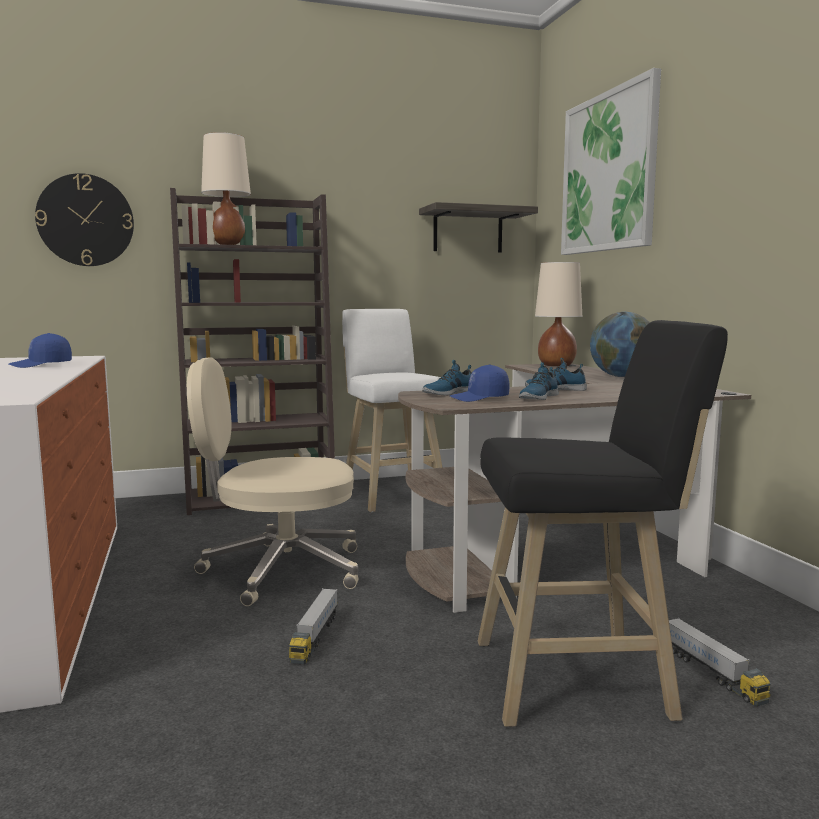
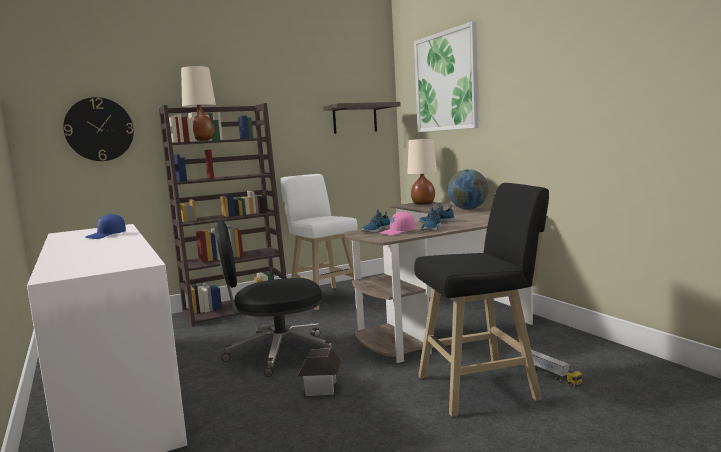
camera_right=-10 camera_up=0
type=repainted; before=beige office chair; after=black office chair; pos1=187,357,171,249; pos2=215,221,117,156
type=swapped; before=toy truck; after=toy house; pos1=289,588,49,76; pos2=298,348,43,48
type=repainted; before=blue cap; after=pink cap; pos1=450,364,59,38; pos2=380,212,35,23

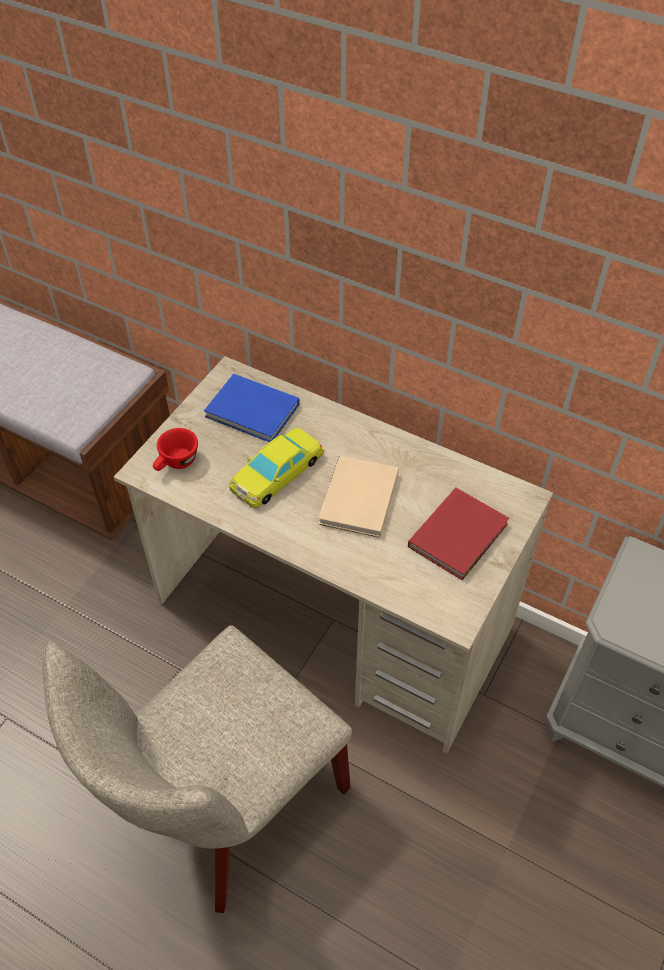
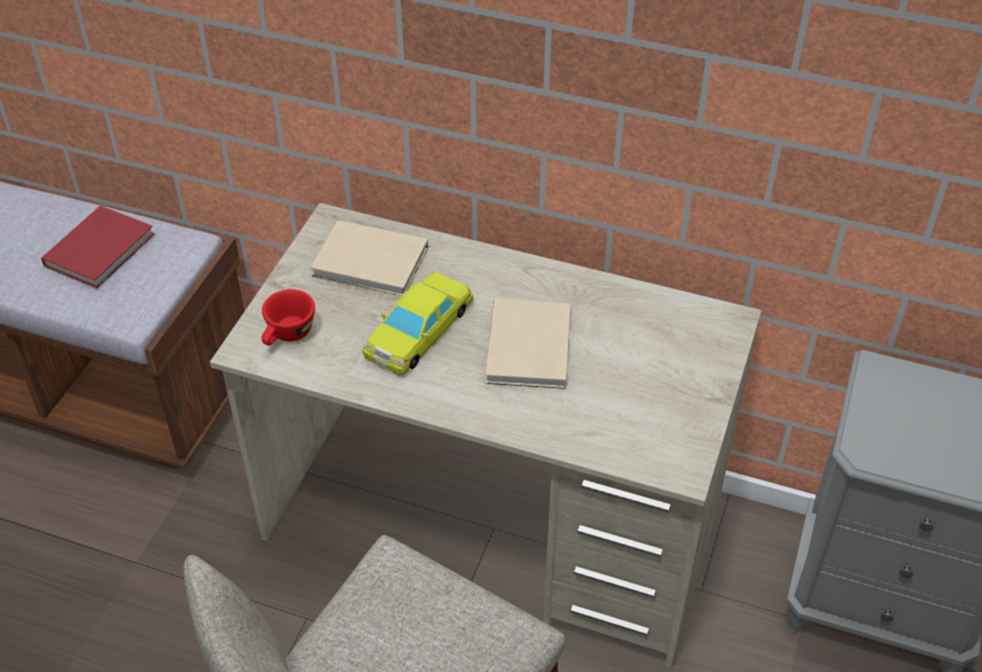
camera_right=-10 camera_up=-5
type=shifted; before=red book; pos1=408,487,101,93; pos2=41,206,114,82
type=repainted; before=blue book; after=beige book; pos1=204,374,96,68; pos2=310,221,118,75

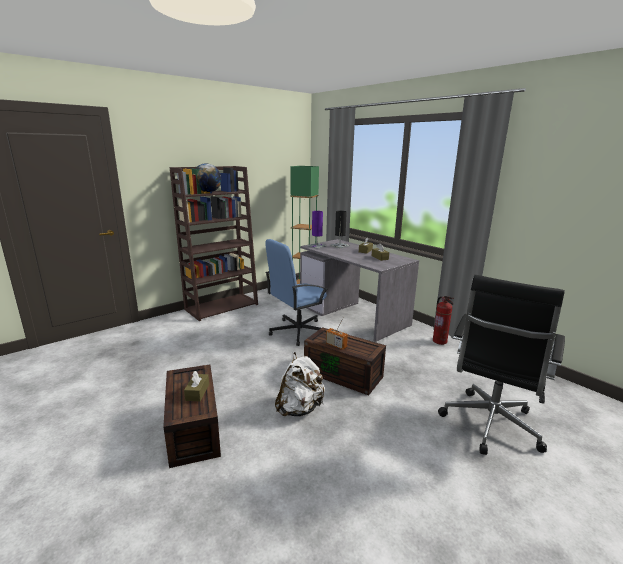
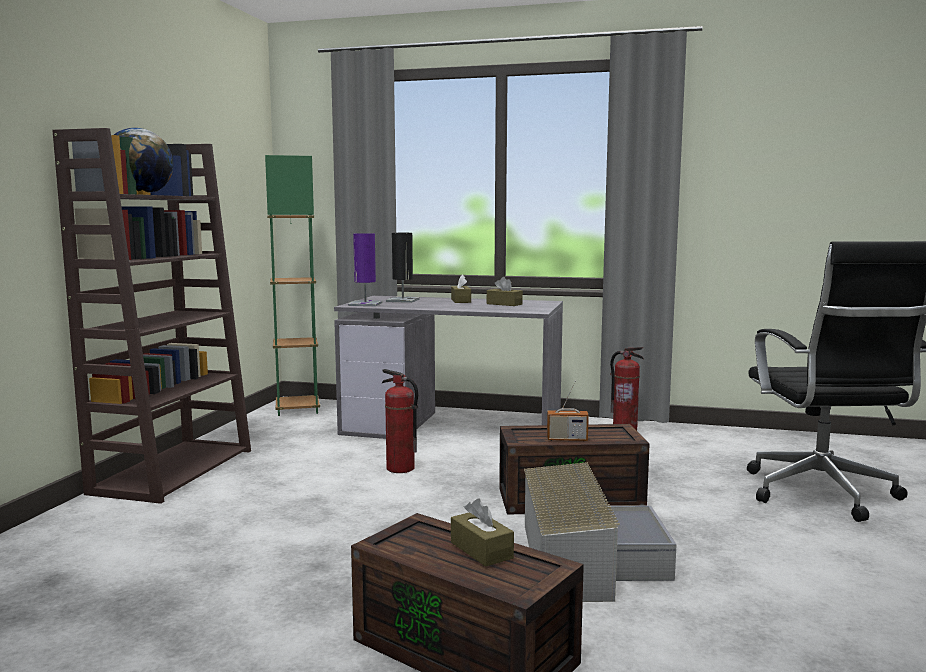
camera_right=-35 camera_up=-10
type=swapped; before=blue office chair; after=fire extinguisher; pos1=265,239,63,107; pos2=382,369,36,104
type=swapped; before=white backpack; after=grey storage box; pos1=275,352,50,64; pos2=524,462,153,140

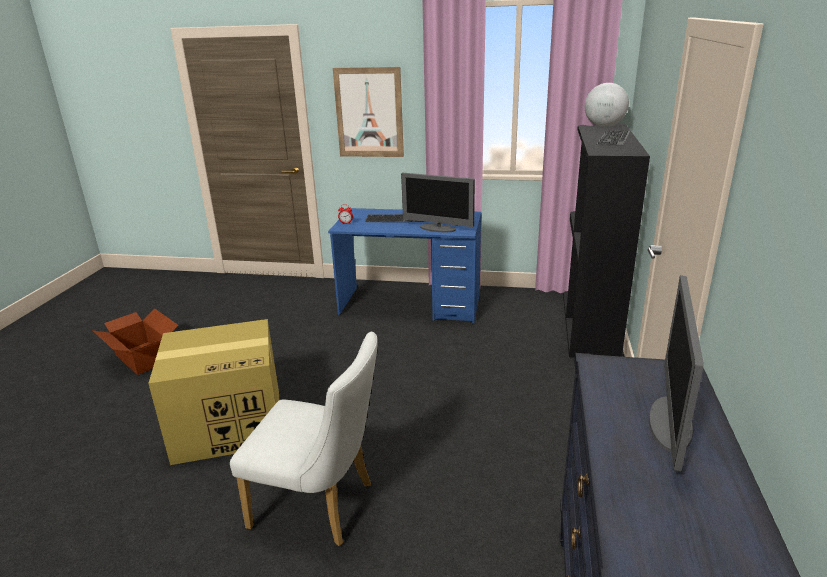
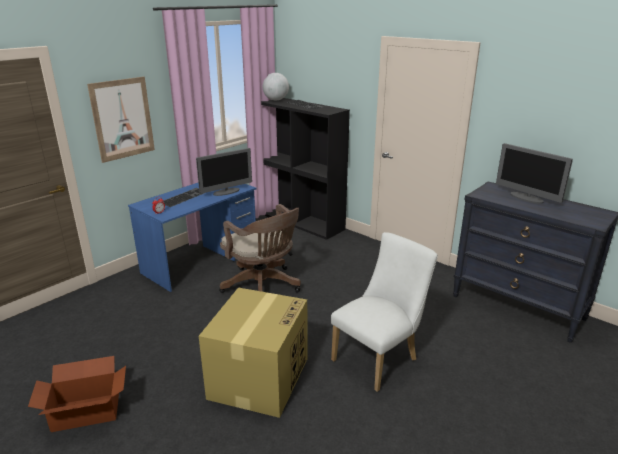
camera_right=-60 camera_up=0
type=new; after=brown office chair; pos2=219,204,82,89

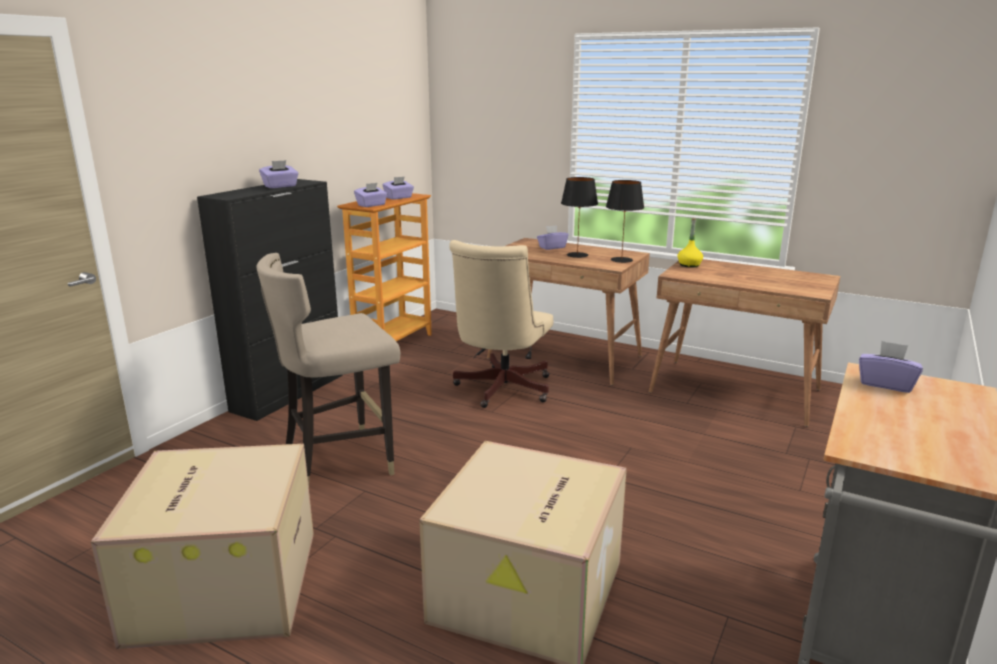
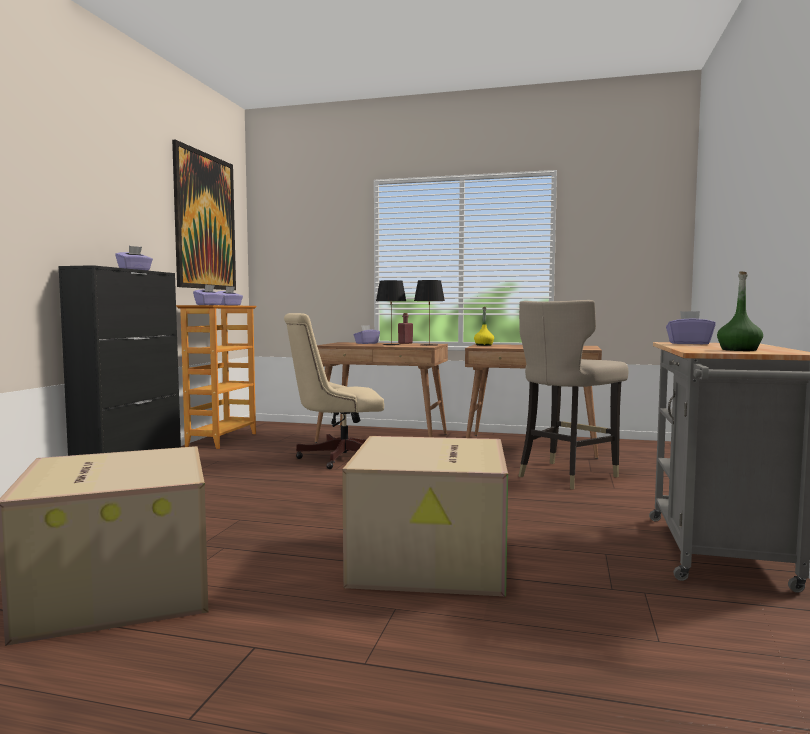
camera_right=-15 camera_up=-15
type=new; after=picture; pos2=172,140,64,150
type=rotated; before=beige office chair; pos1=449,240,104,168; pos2=284,313,100,156; turn=75
type=new; after=red bottle; pos2=398,313,15,31
type=shifted; before=beige stool; pos1=256,253,144,233; pos2=519,300,110,189
type=new; after=green bottle; pos2=717,271,46,80

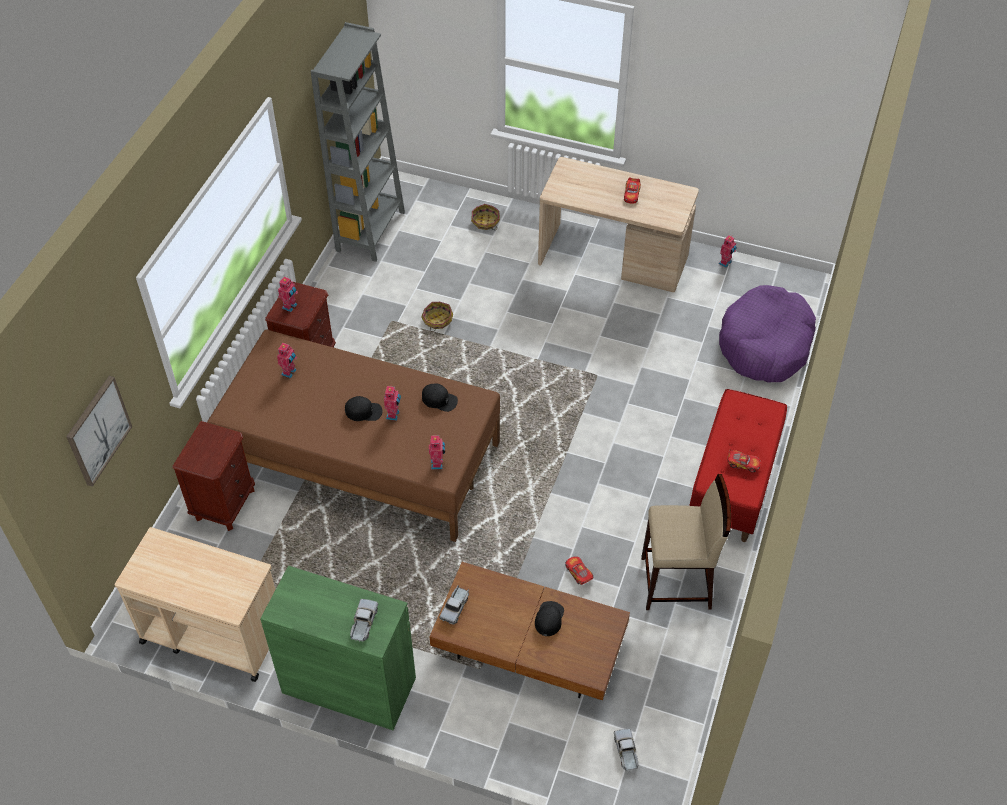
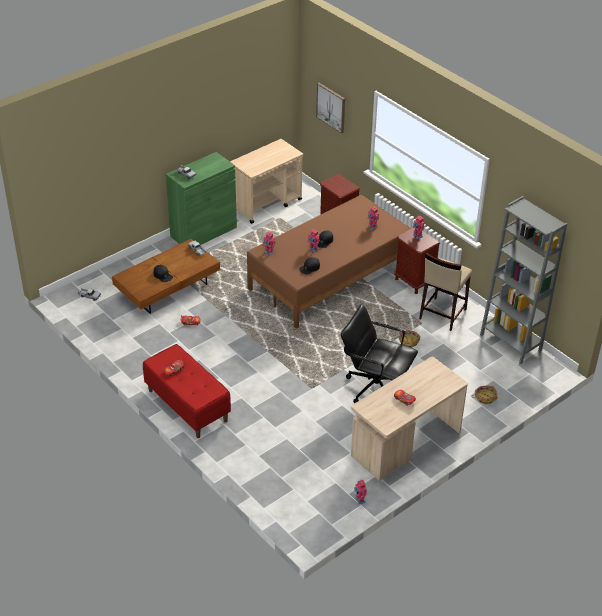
camera_right=120 camera_up=-10
type=new; after=black office chair; pos2=341,304,77,100
type=shifted; before=beige stool; pos1=641,474,90,136; pos2=419,253,53,78
type=gone; before=purple dog bed; pos1=719,285,97,97

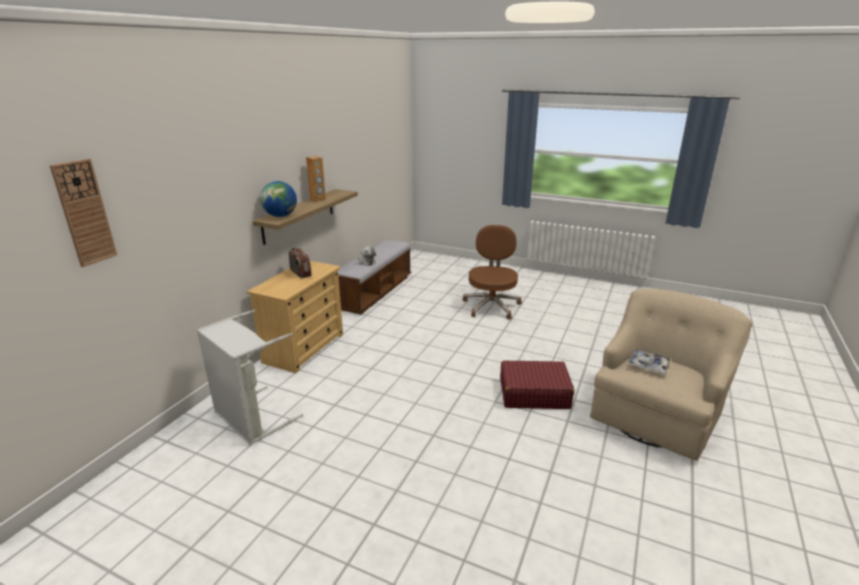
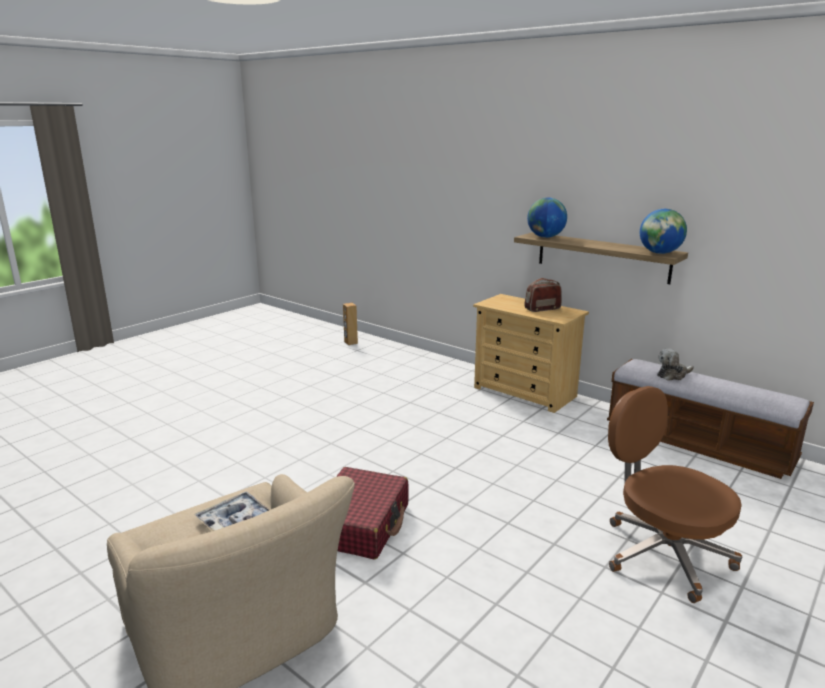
camera_right=105 camera_up=-5
type=shifted; before=brown speaker; pos1=306,156,20,46; pos2=343,303,15,42
type=rotated; before=brown office chair; pos1=463,225,59,94; pos2=608,386,134,217; turn=-150
type=new; after=globe; pos2=640,209,47,45
type=gone; before=wall clock; pos1=50,158,67,109
type=gone; before=grey laundry basket; pos1=197,310,106,135

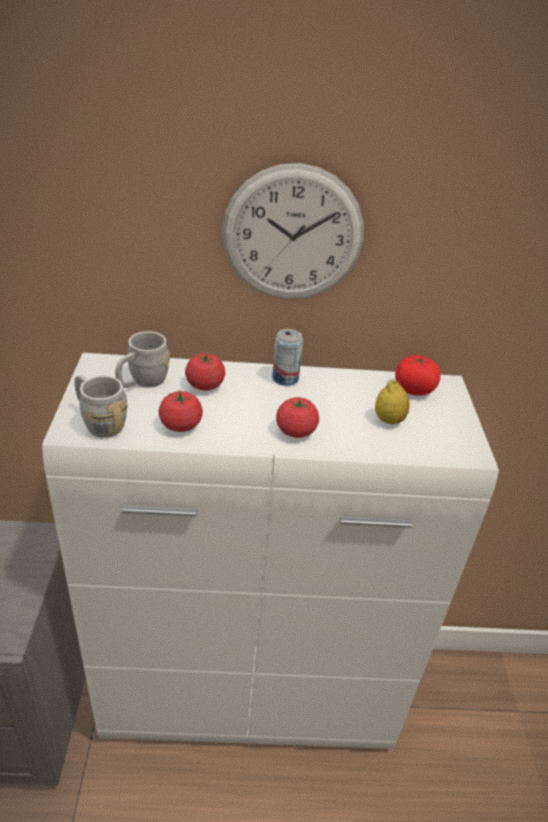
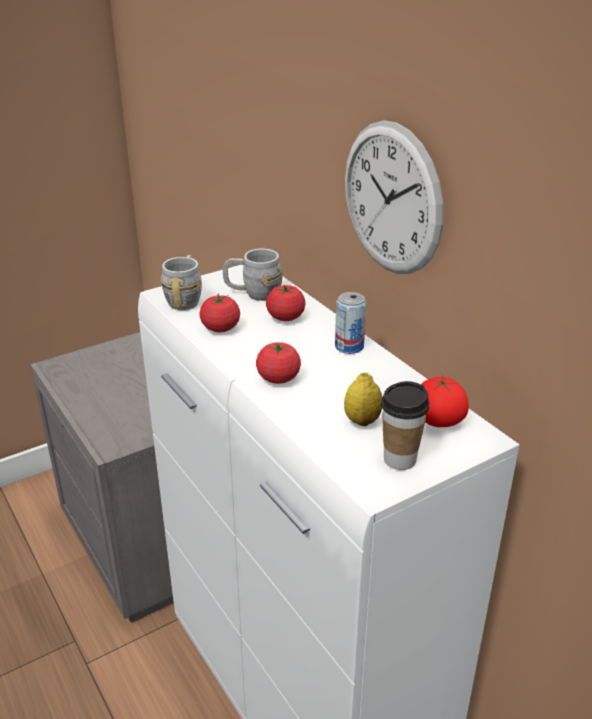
camera_right=60 camera_up=-5
type=new; after=cup; pos2=381,381,48,89

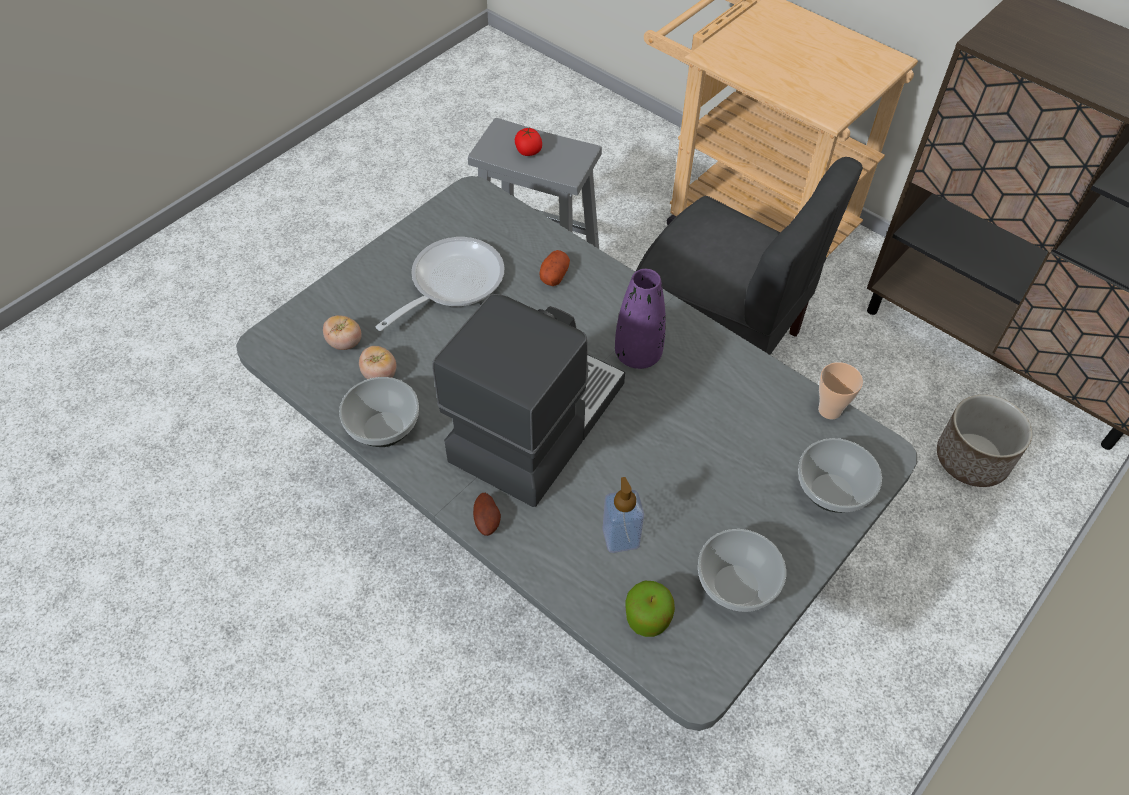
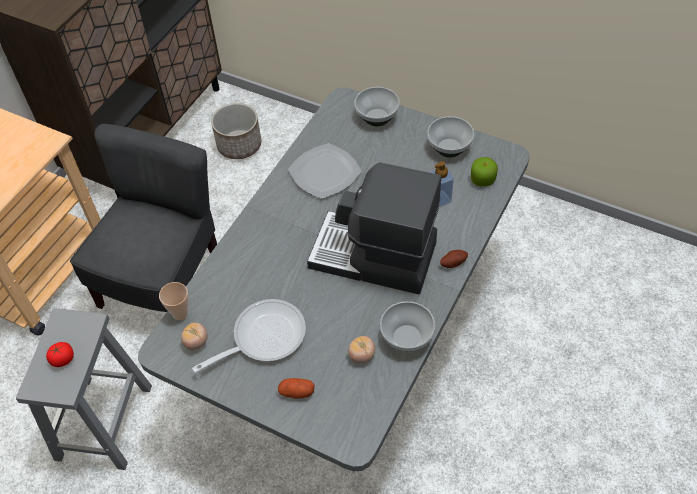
camera_right=-100 camera_up=0
type=shifted; before=cup; pos1=818,362,45,57; pos2=159,282,30,38
type=shifted; before=tomato; pos1=323,315,39,35; pos2=181,322,27,28
type=rotated; before=frying pan; pos1=375,237,129,94; pos2=192,299,114,74; turn=120
type=shifted; before=potato; pos1=540,250,30,36; pos2=278,378,37,21
type=new; after=plate; pos2=289,143,73,56
type=gone; before=purple vase; pos1=615,269,51,100

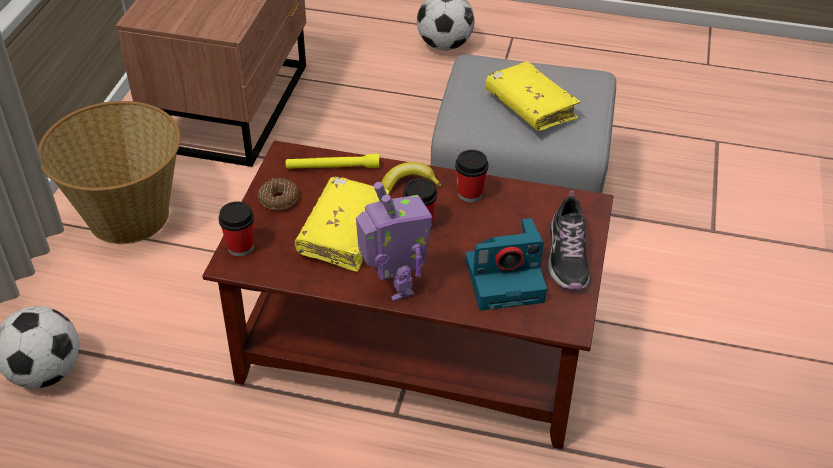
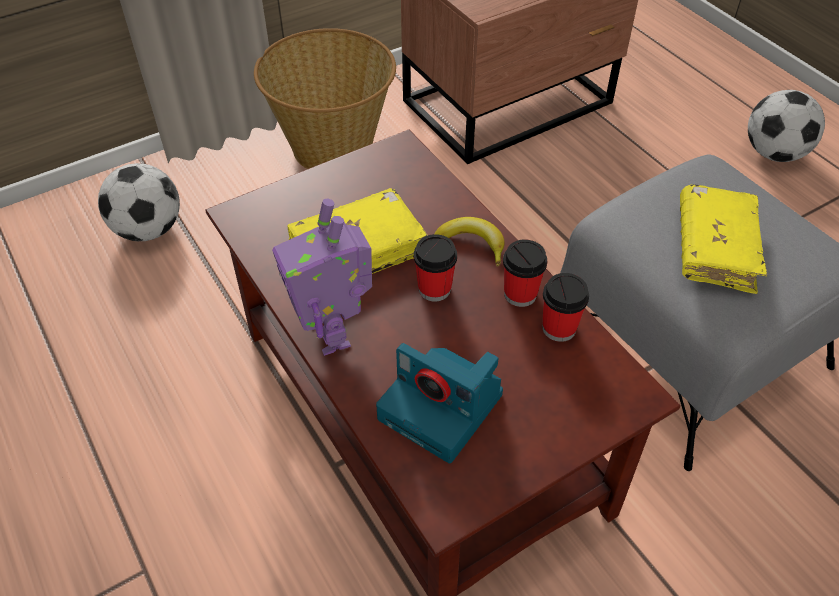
camera_right=45 camera_up=5
type=rotated; before=toy robot; pos1=356,182,76,120; pos2=272,199,100,157; turn=135
type=shifted; before=cup; pos1=218,201,36,55; pos2=542,273,47,69
type=gone; before=donut; pos1=258,178,41,32
type=gone; before=yellow flashlight; pos1=286,154,93,15
type=gone; before=shoe; pos1=548,191,42,99

